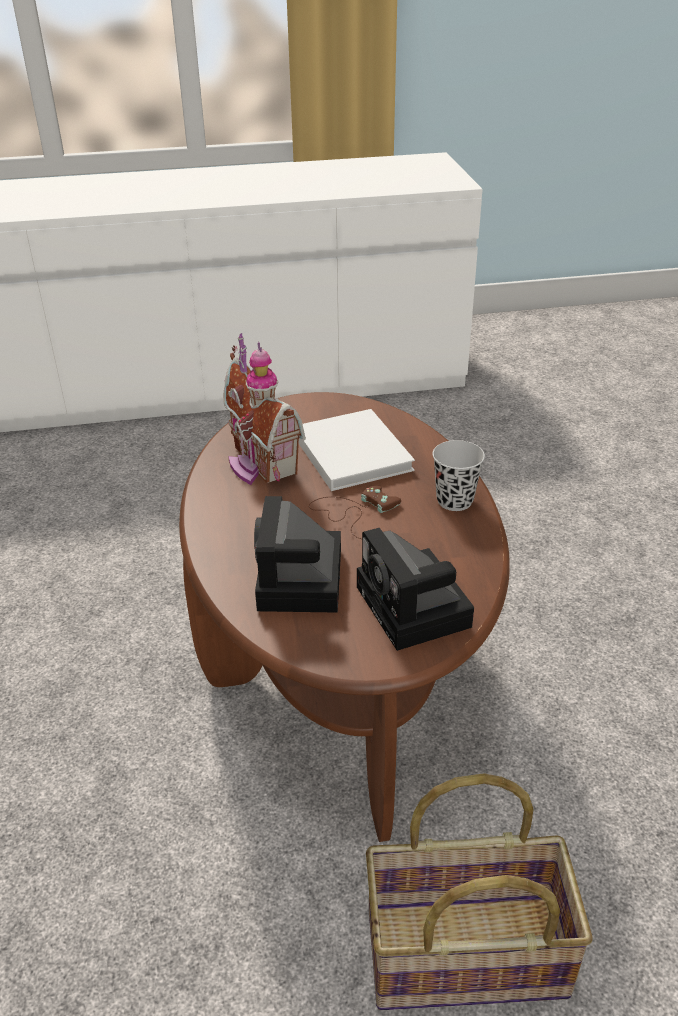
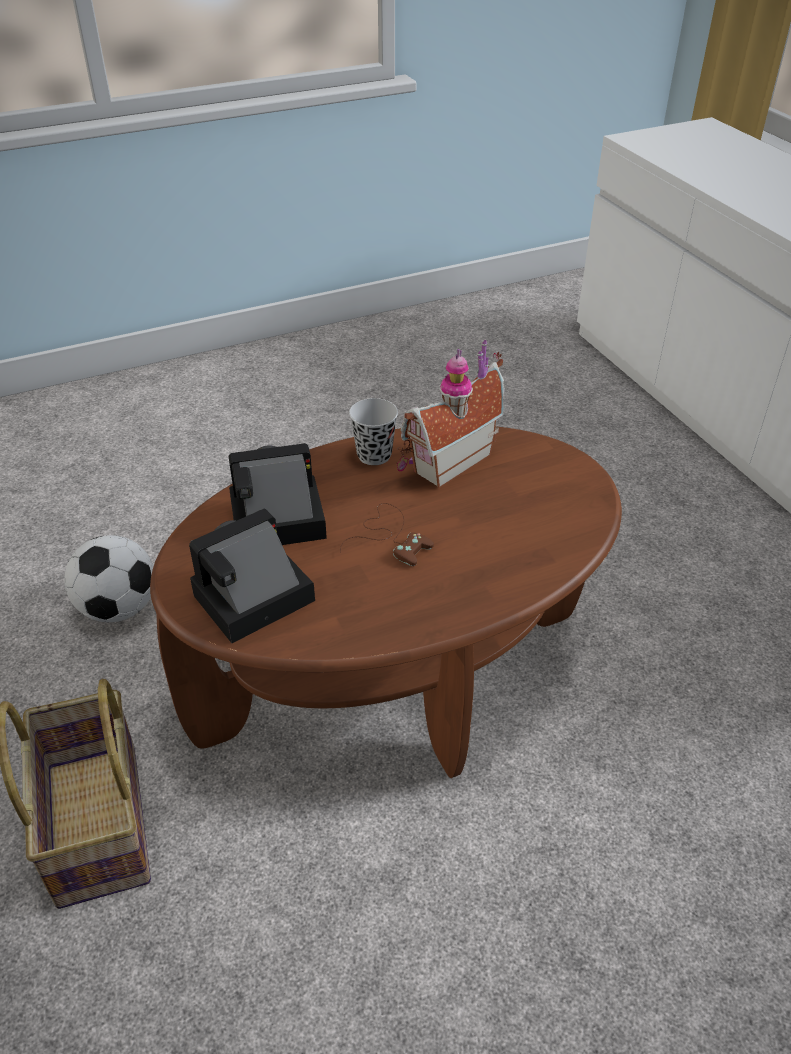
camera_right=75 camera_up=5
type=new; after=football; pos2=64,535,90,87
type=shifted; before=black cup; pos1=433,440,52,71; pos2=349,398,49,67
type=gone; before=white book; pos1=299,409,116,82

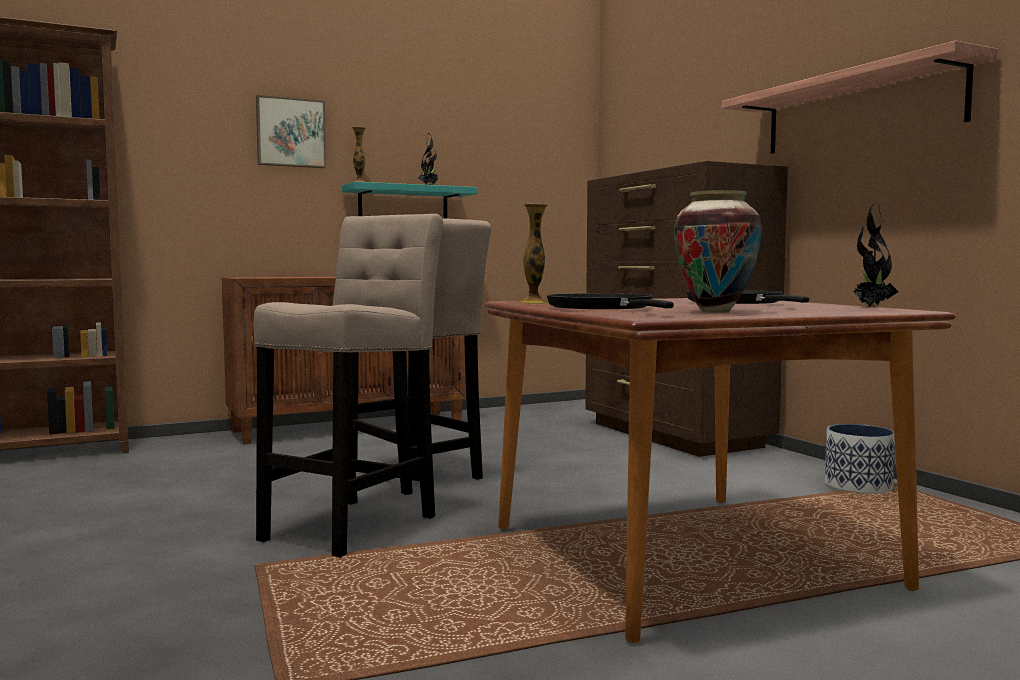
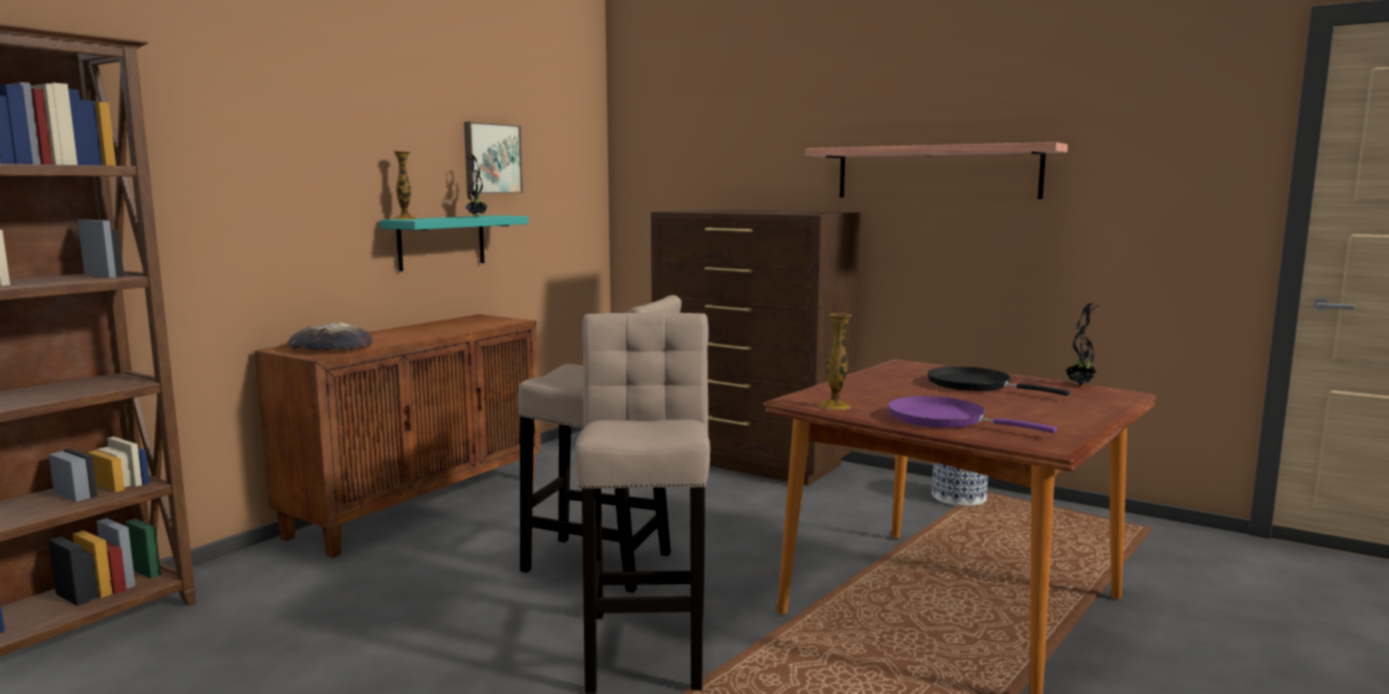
camera_right=-30 camera_up=5
type=new; after=bread; pos2=287,322,86,29
type=shifted; before=picture; pos1=256,95,70,73; pos2=464,122,59,72
type=repainted; before=black frying pan; after=purple frying pan; pos1=547,293,127,16; pos2=888,396,169,37
type=gone; before=vase; pos1=674,190,88,123

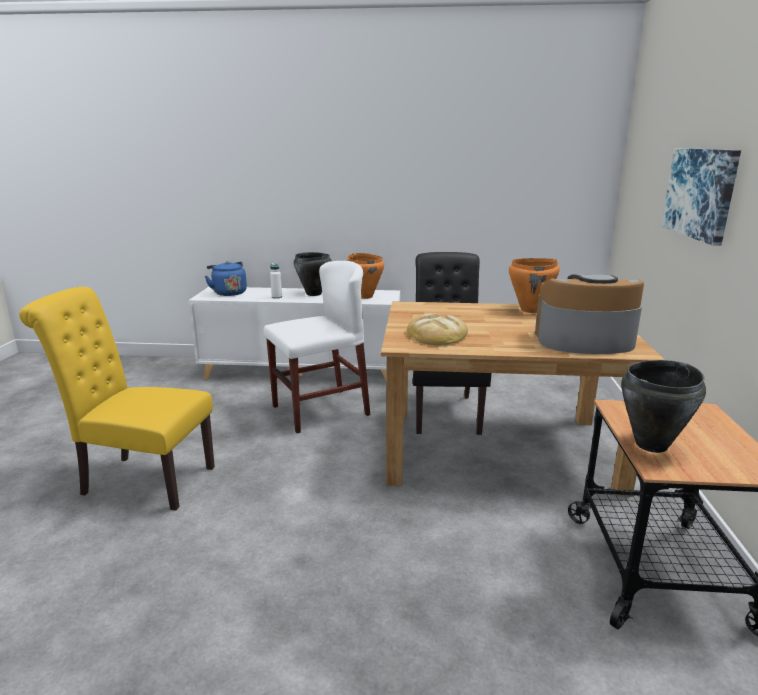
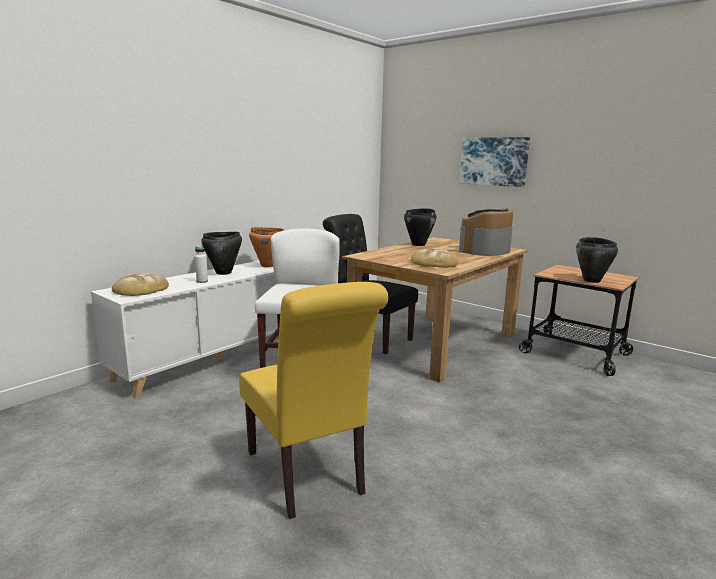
camera_right=-55 camera_up=-5
type=swapped; before=blue kettle; after=bread; pos1=205,261,42,35; pos2=112,273,57,23
type=rotated; before=yellow chair; pos1=19,287,196,224; pos2=239,282,149,237; turn=-75
type=repainted; before=orange cooking pot; after=black cooking pot; pos1=509,258,51,55; pos2=404,208,32,38

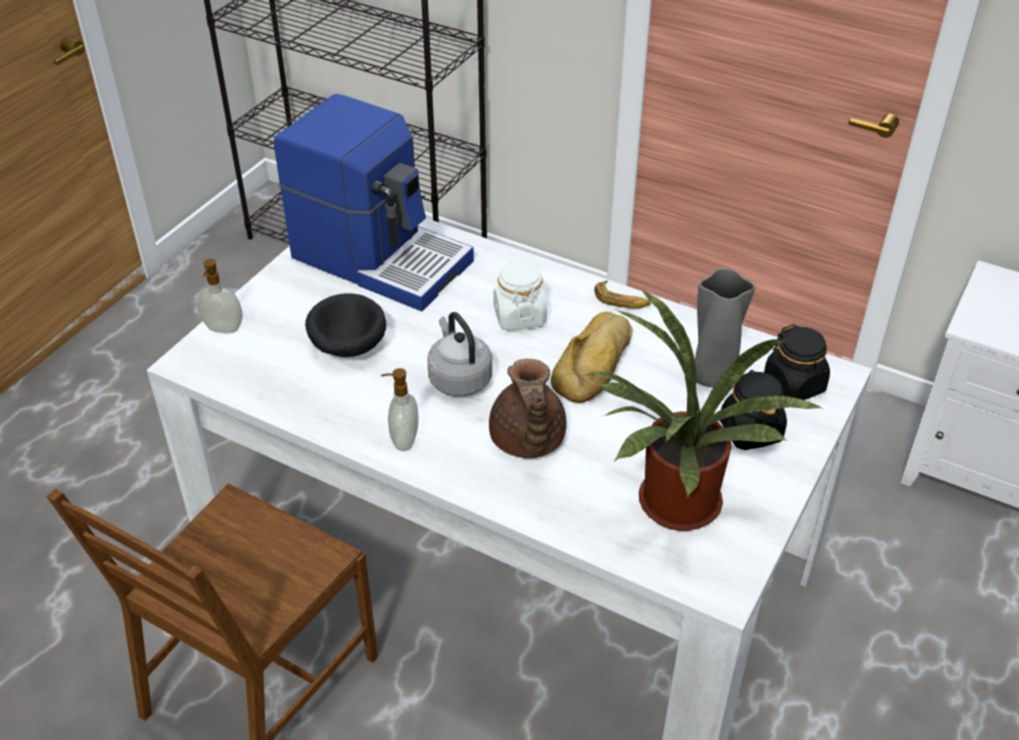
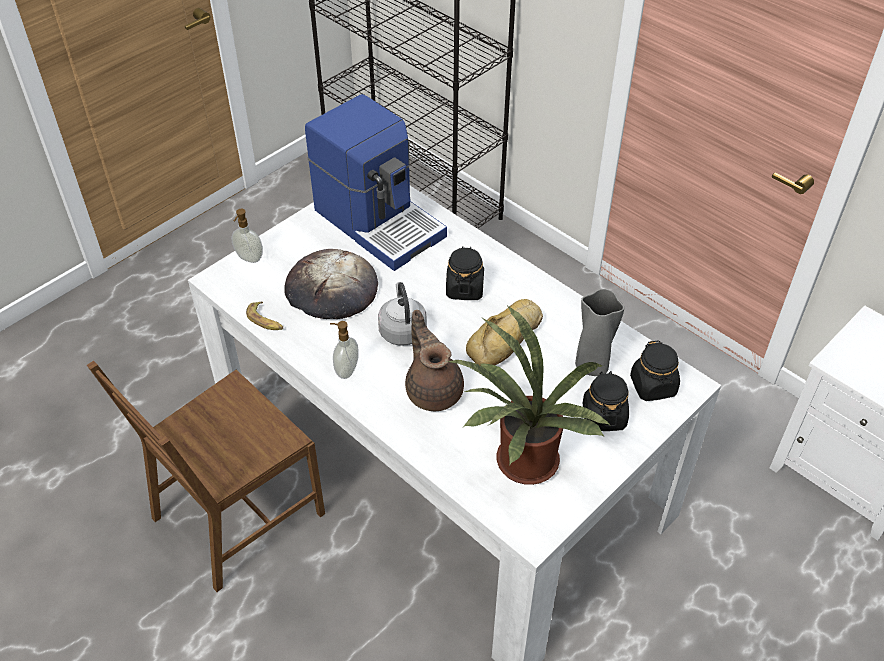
camera_right=15 camera_up=5
type=shifted; before=banana; pos1=594,281,57,28; pos2=246,301,37,29
type=swapped; before=black bowl; after=bread; pos1=305,293,81,64; pos2=284,249,94,70
type=rotated; before=brown teapot; pos1=489,359,77,99; pos2=405,310,59,101; turn=150
type=repainted; before=white jar; after=black jar; pos1=493,259,54,72; pos2=446,246,38,54

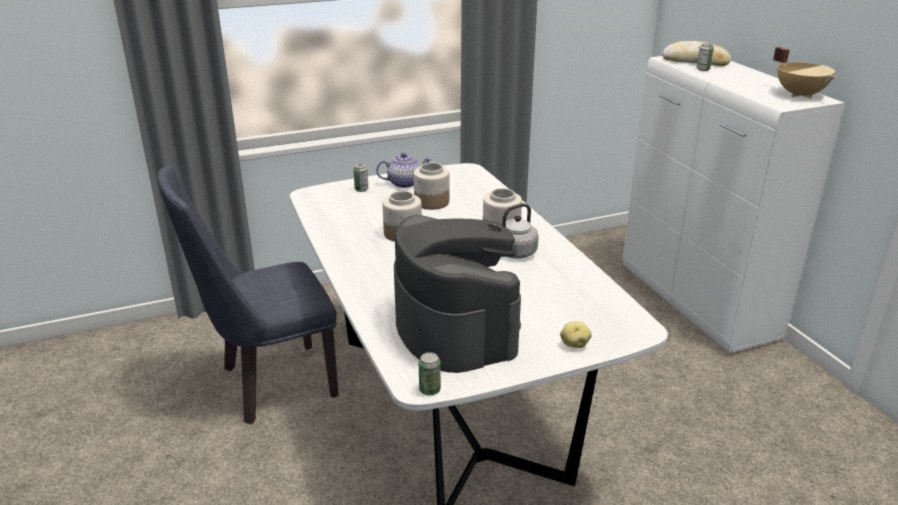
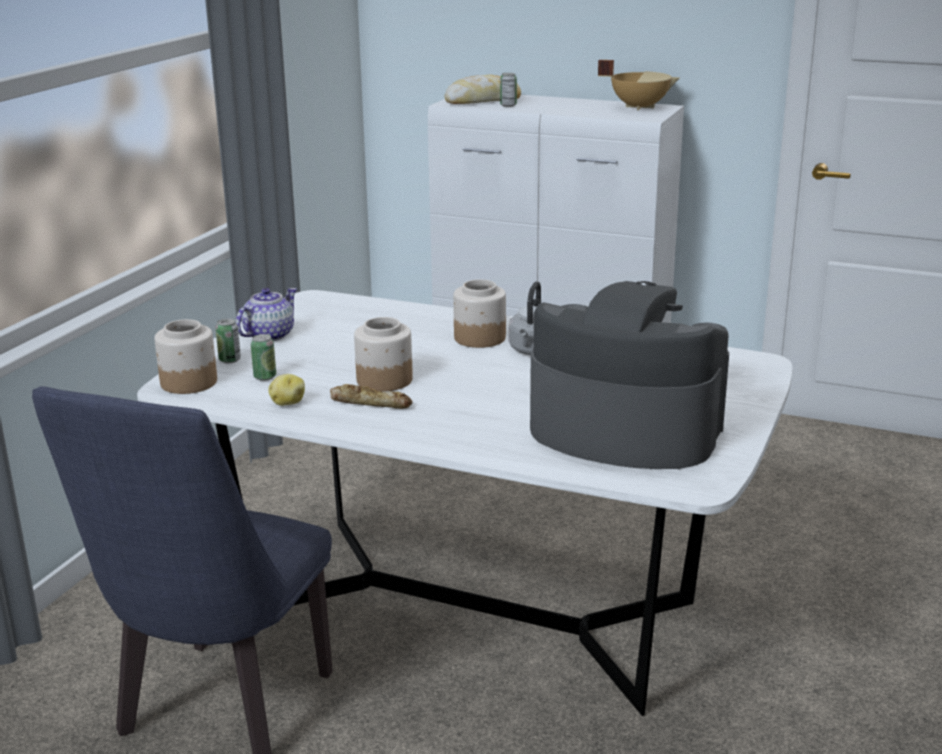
camera_right=-45 camera_up=-5
type=shifted; before=jar; pos1=414,162,35,48; pos2=154,319,63,75
type=shifted; before=can; pos1=419,352,22,44; pos2=251,334,25,47
type=shifted; before=potato; pos1=560,321,32,27; pos2=268,374,37,32
type=new; after=bread; pos2=330,384,82,25

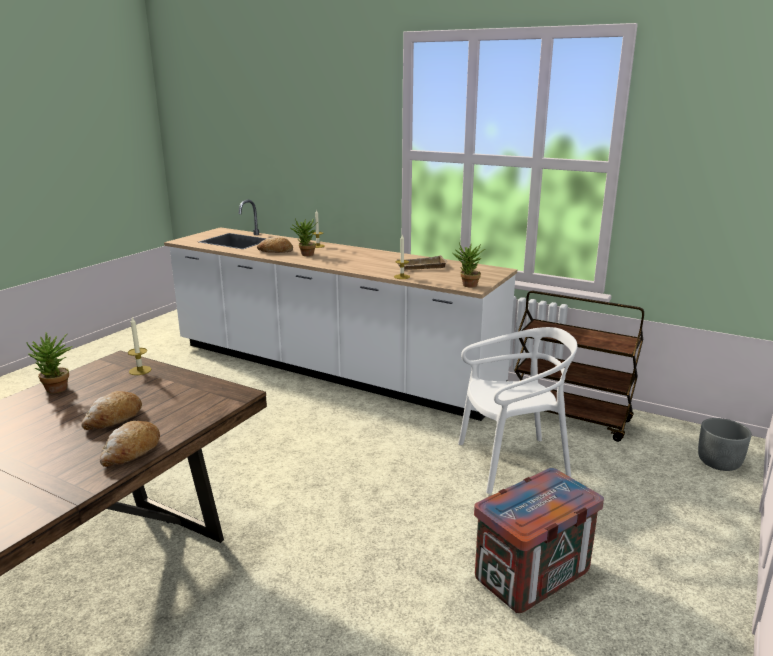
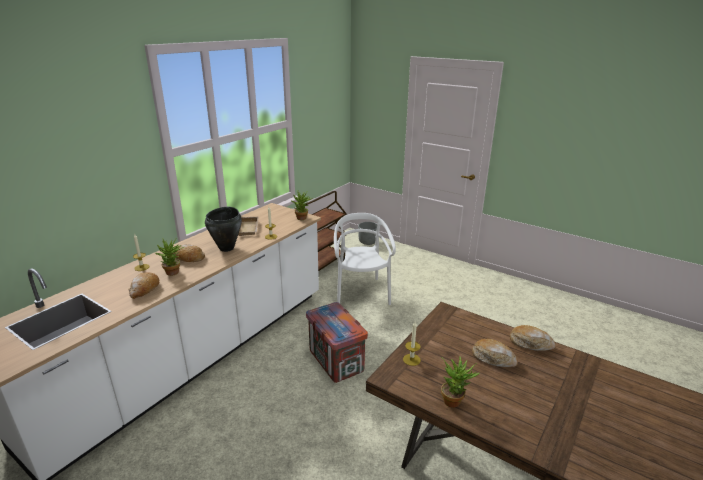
camera_right=-85 camera_up=5
type=new; after=bread; pos2=173,245,32,17
type=new; after=black cooking pot; pos2=205,207,37,45
type=shifted; before=crate; pos1=474,468,130,145; pos2=306,302,62,81

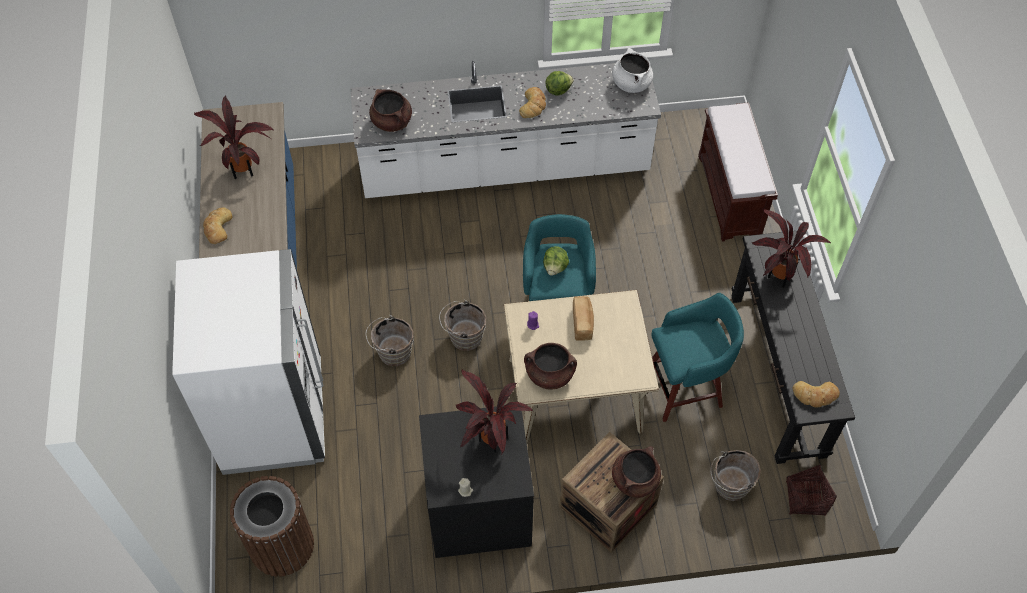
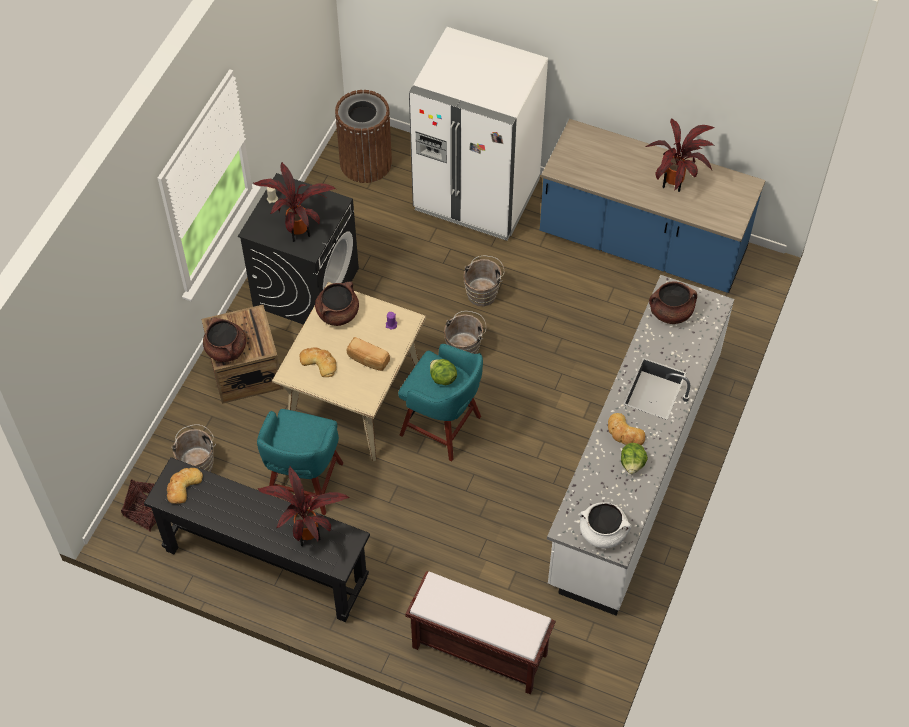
camera_right=120 camera_up=0
type=shifted; before=bread; pos1=203,207,30,37; pos2=299,347,38,30

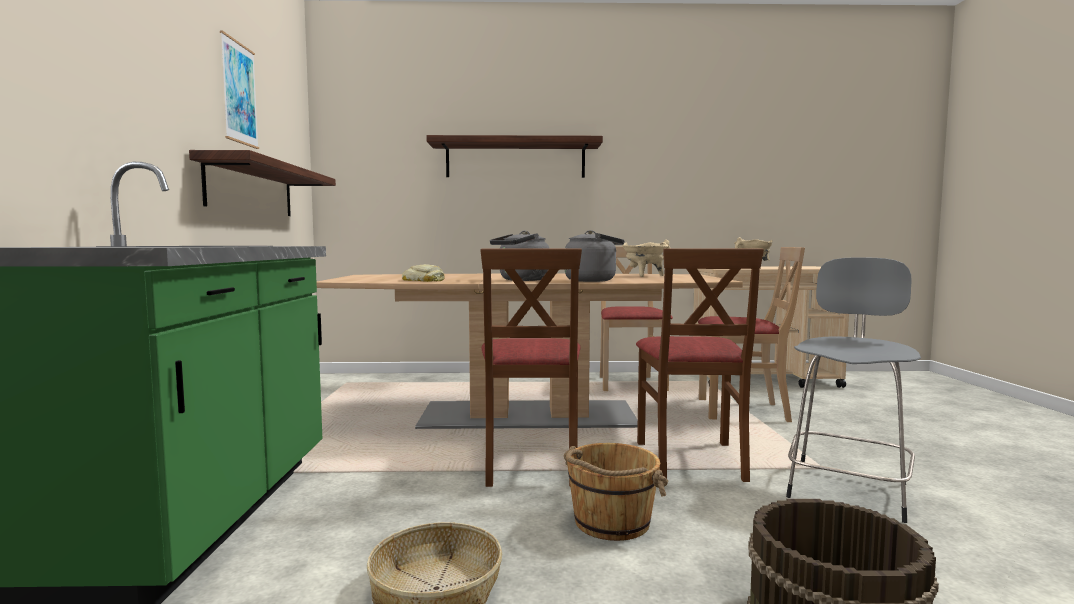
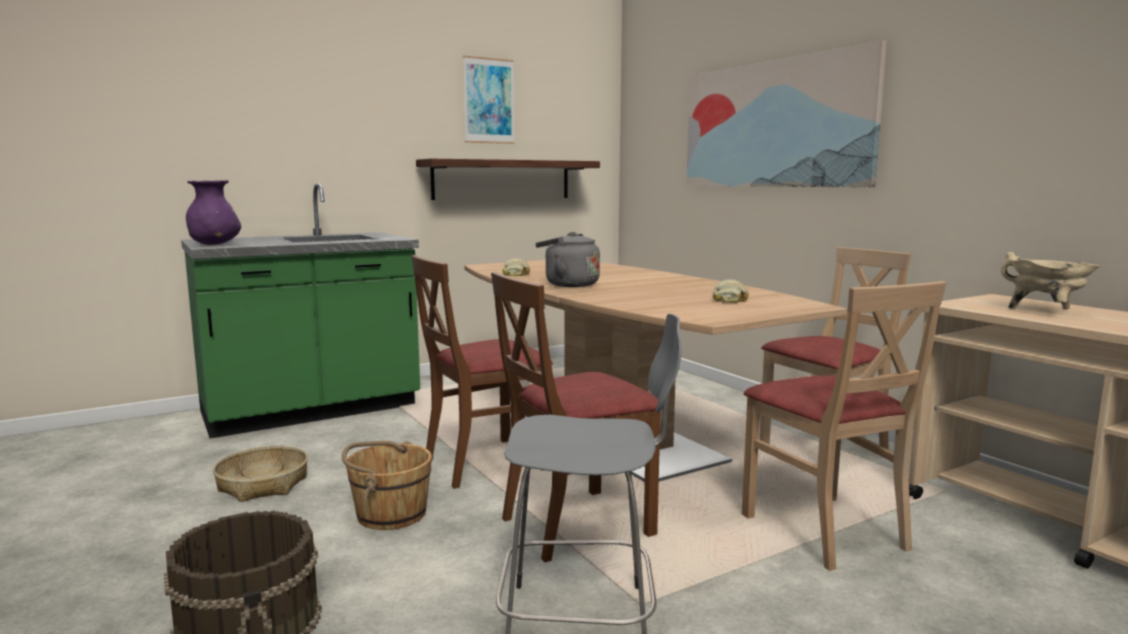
camera_right=60 camera_up=5
type=new; after=purple vase; pos2=186,180,55,65
type=swapped; before=shelf; after=picture; pos1=426,135,177,43; pos2=686,40,201,148
type=swapped; before=beige cooking pot; after=bread; pos1=622,240,48,37; pos2=713,280,36,23
type=gone; before=grey kettle; pos1=564,230,61,52

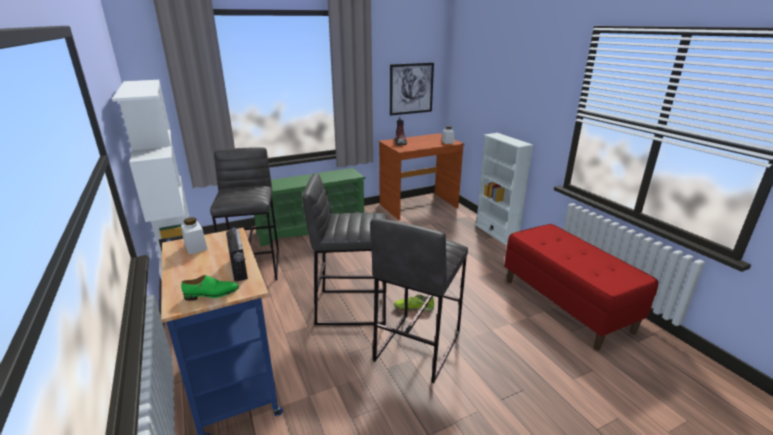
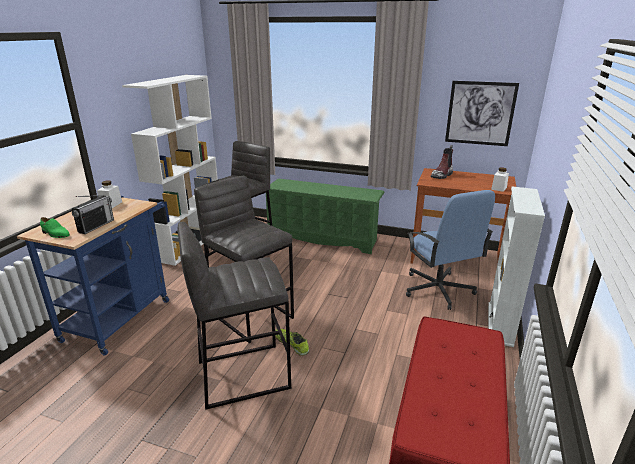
camera_right=45 camera_up=0
type=new; after=blue office chair; pos2=406,190,89,120

